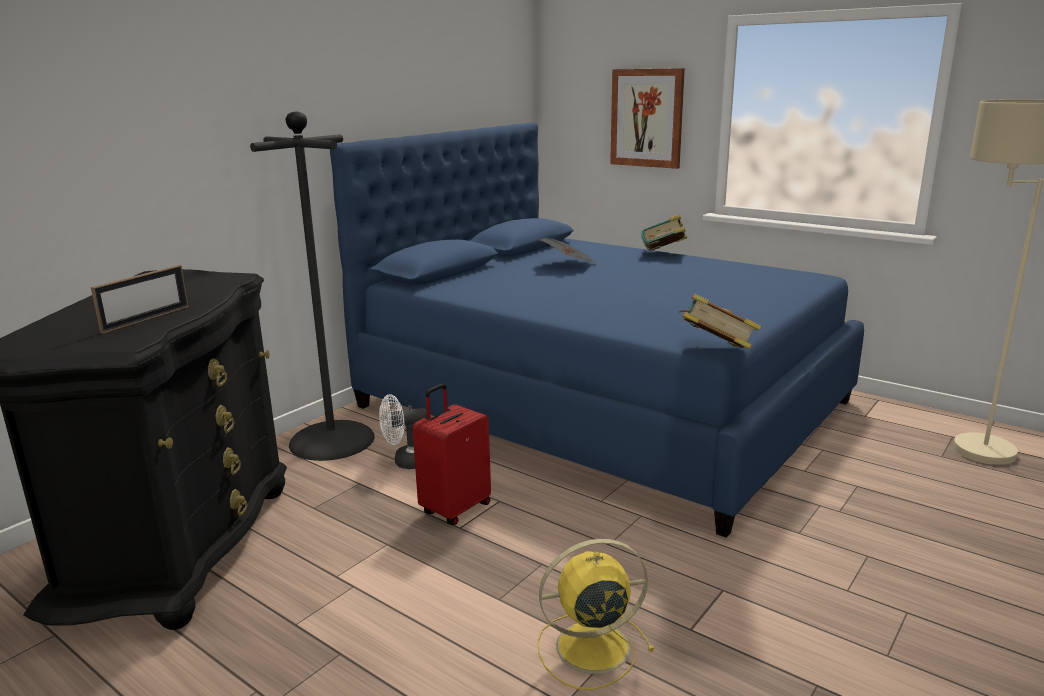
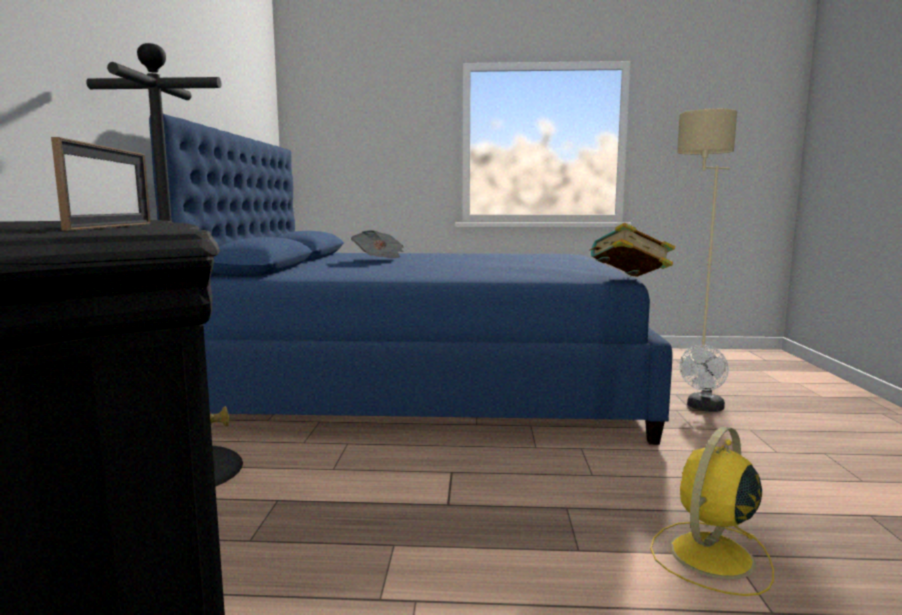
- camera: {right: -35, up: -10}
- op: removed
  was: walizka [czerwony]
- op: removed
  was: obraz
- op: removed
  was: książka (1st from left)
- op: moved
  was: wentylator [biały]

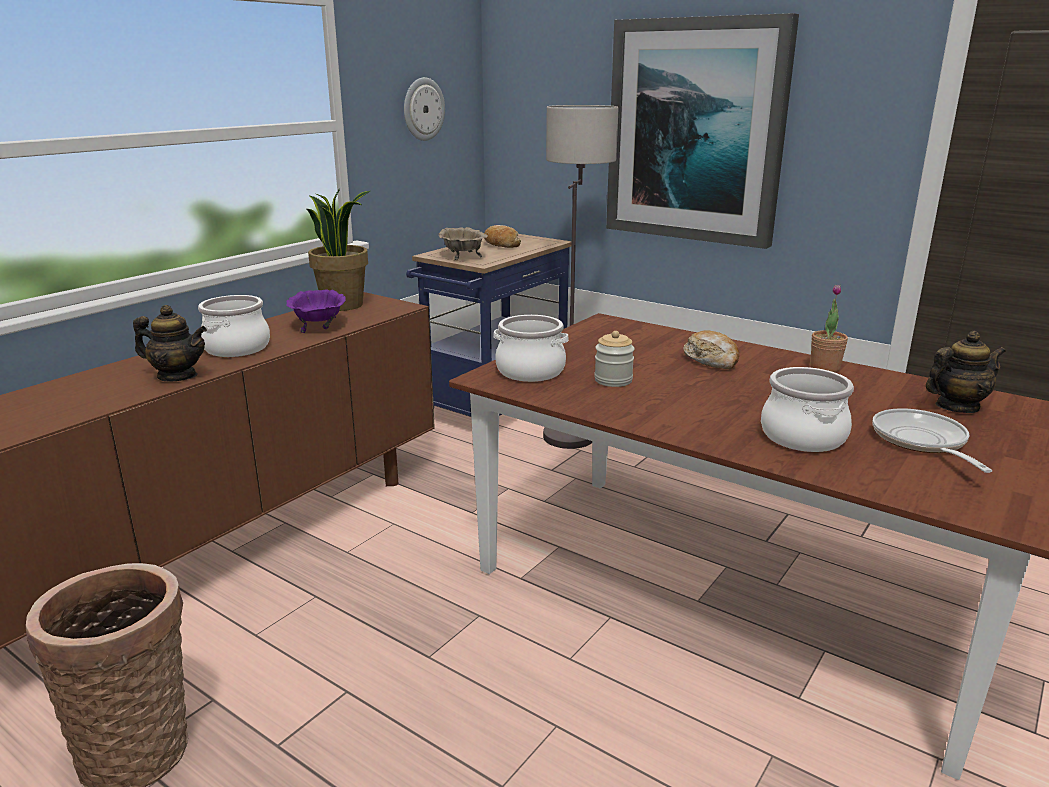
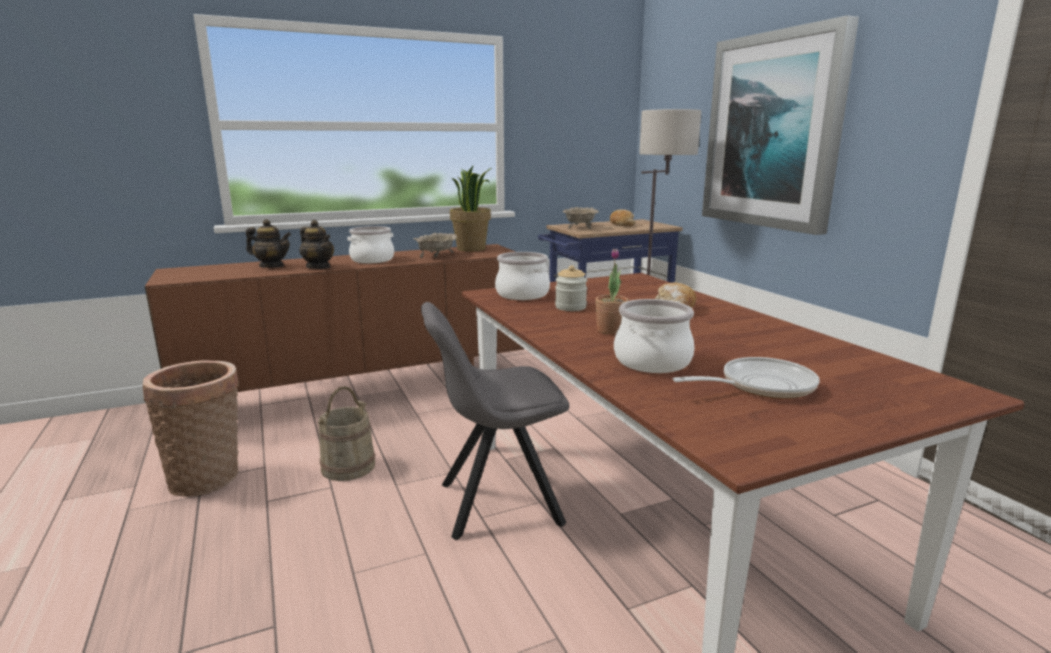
- camera: {right: 30, up: -5}
- op: removed
  was: zegar ścienny
- op: added
  now: wiadro [beżowy]
- op: added
  now: krzesło [szary]
- op: moved
  was: roślina doniczkowa (2nd from left)
- op: moved
  was: imbryk (2nd from left in the first image)
  now: imbryk (1st from left)
- op: recoloured
  was: miska [fioletowy]
  now: miska [beżowy] (1st from left)
- op: turned
  was: patelnia
  clockwise: 45

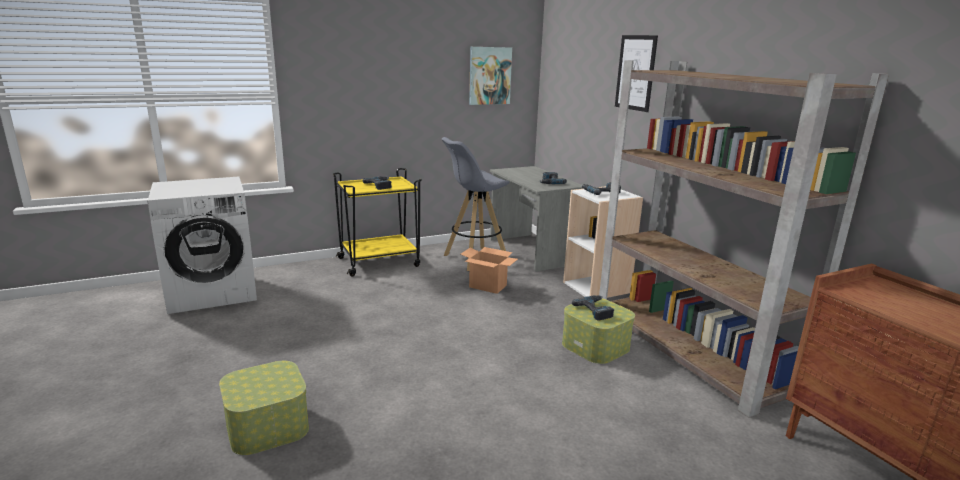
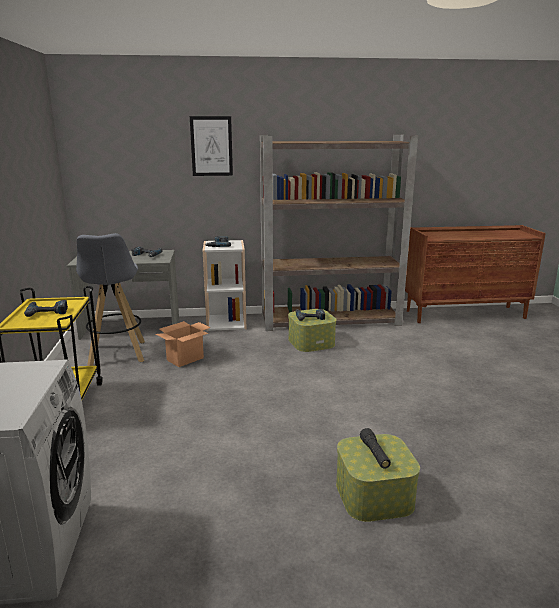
- camera: {right: -70, up: 0}
- op: removed
  was: obraz (1st from left)
- op: added
  now: latarka [czarny]

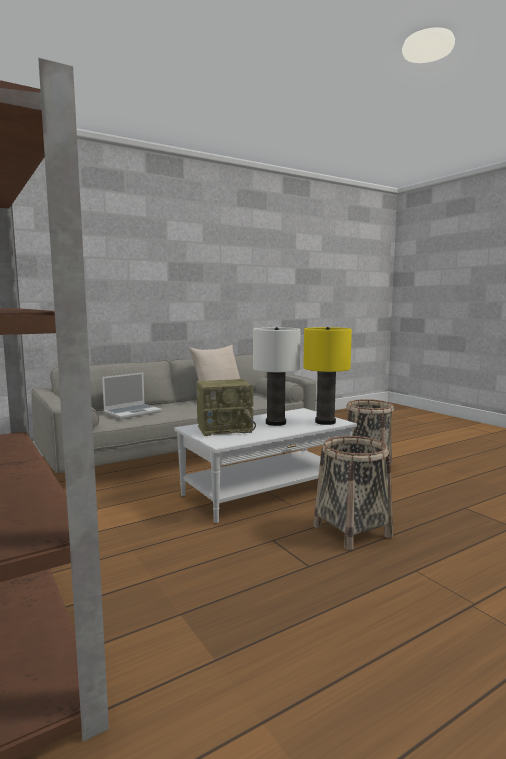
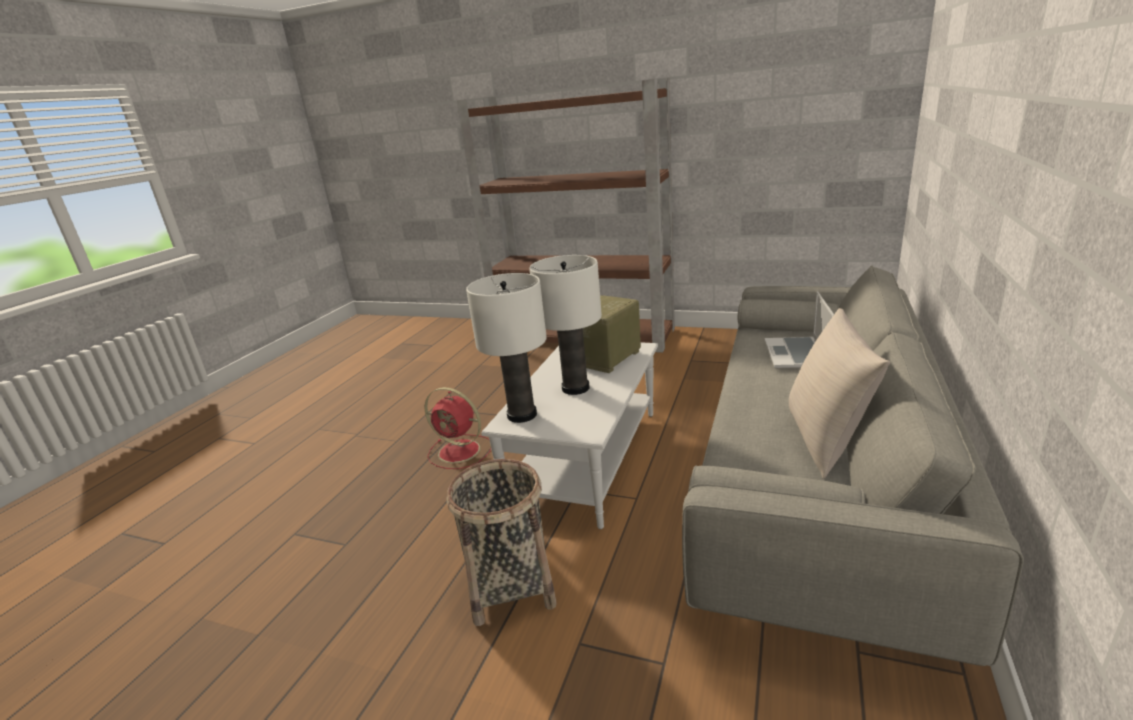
- camera: {right: 145, up: 15}
- op: replaced
  was: koszyk (1st from left)
  now: wentylator [czerwony]
- op: recoloured
  was: lampa stołowa [żółty]
  now: lampa stołowa [biały] (1st from left)

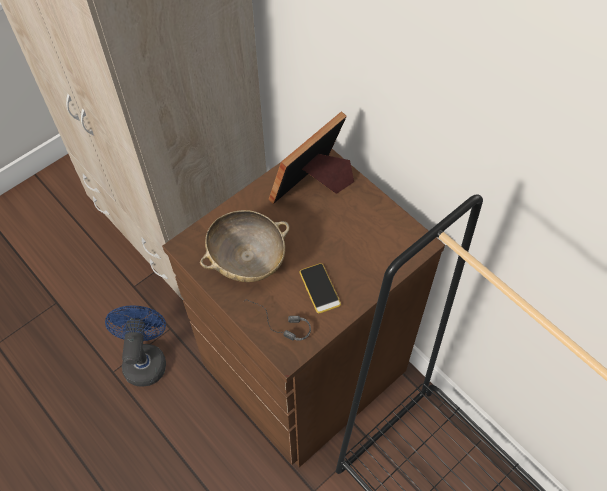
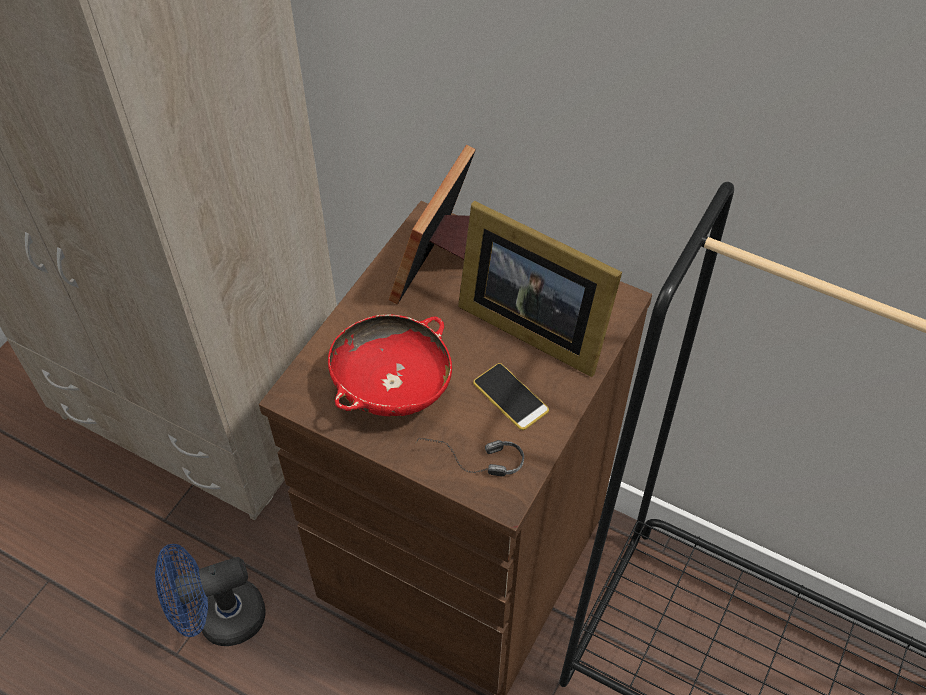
- camera: {right: -20, up: -5}
- op: added
  now: ramka na zdjęcie (2nd from left)
- op: recoloured
  was: miska [beżowy]
  now: miska [czerwony]
- op: turned
  was: wentylator [niebieski]
  clockwise: -90

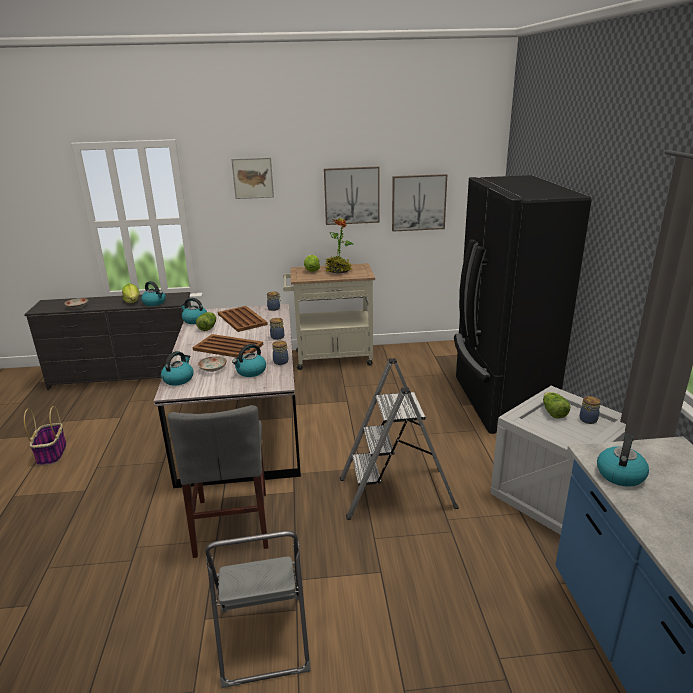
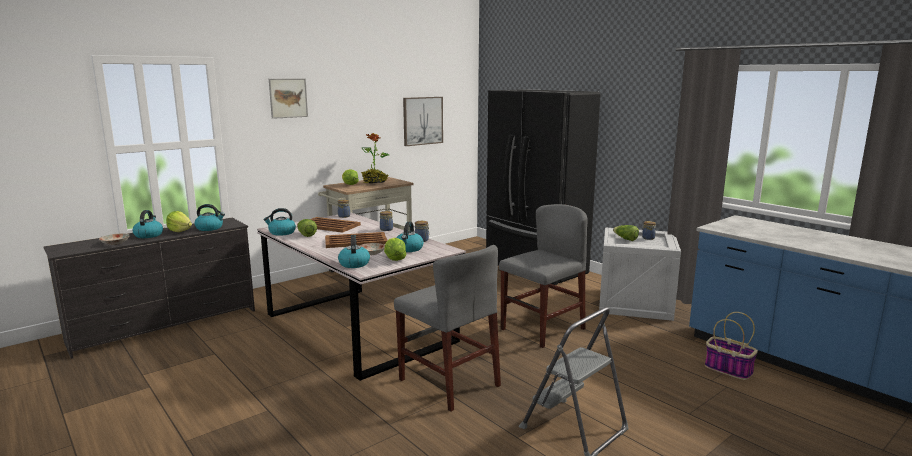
- camera: {right: -35, up: -10}
- op: removed
  was: obraz (2nd from left)
- op: added
  now: sałata (4th from left)
- op: moved
  was: koszyk
- op: moved
  was: czajnik (5th from left in the first image)
  now: czajnik (1st from left)
- op: replaced
  was: drabinka [szary] (2nd from left)
  now: krzesło [szary] (2nd from left)

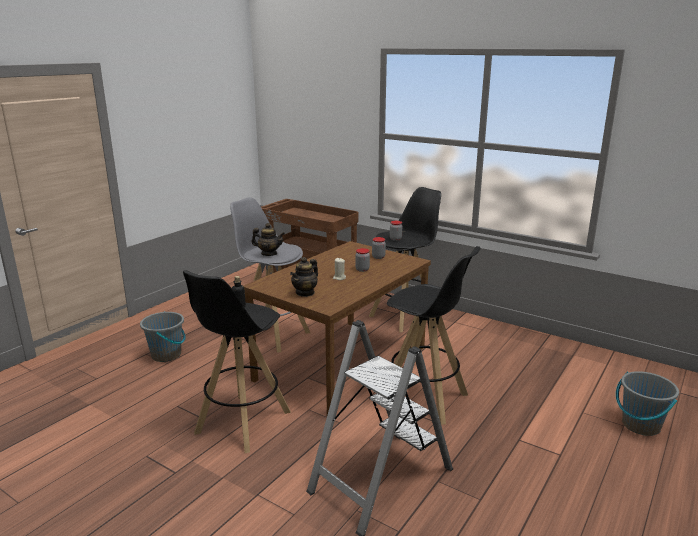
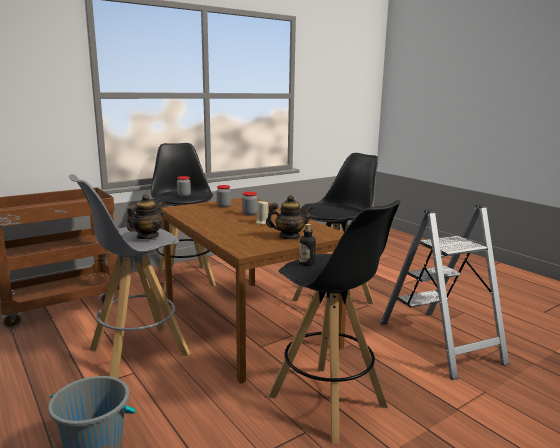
- camera: {right: -70, up: -5}
- op: removed
  was: wiadro [szary] (2nd from left)
- op: turned
  was: imbryk (2nd from left)
  clockwise: -60

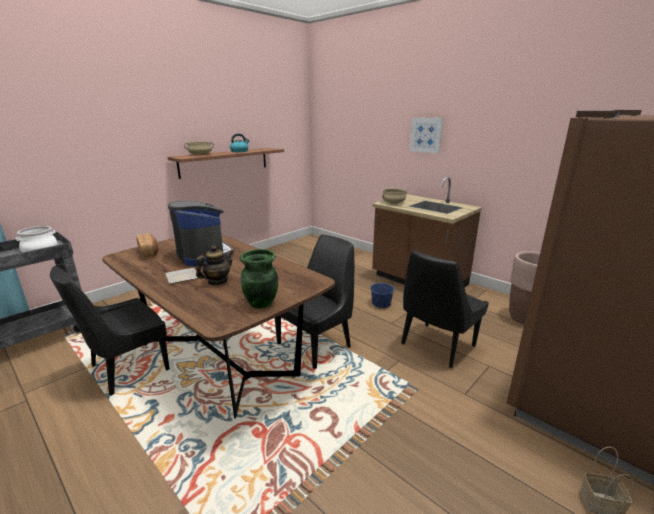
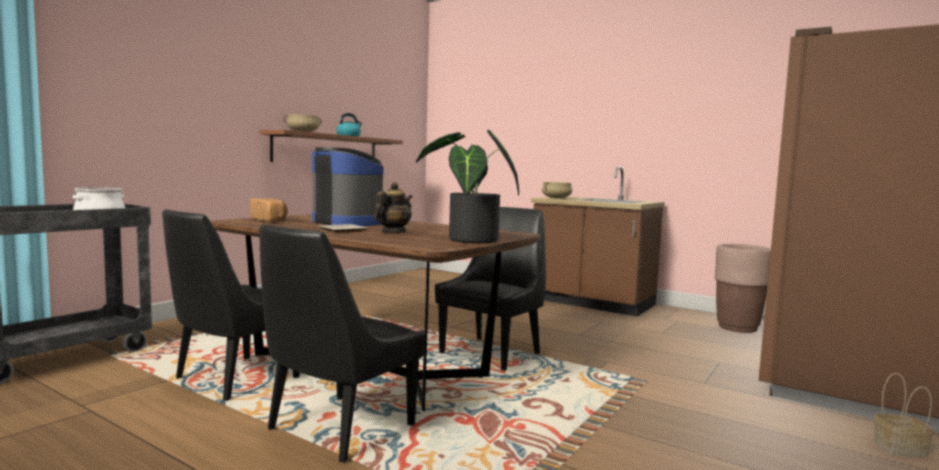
- camera: {right: -10, up: -15}
- op: removed
  was: wiadro [niebieski]
- op: removed
  was: obraz
- op: moved
  was: krzesło [czarny] (3rd from left in the first image)
  now: krzesło [czarny] (2nd from left)
- op: replaced
  was: wazon [zielony]
  now: roślina doniczkowa

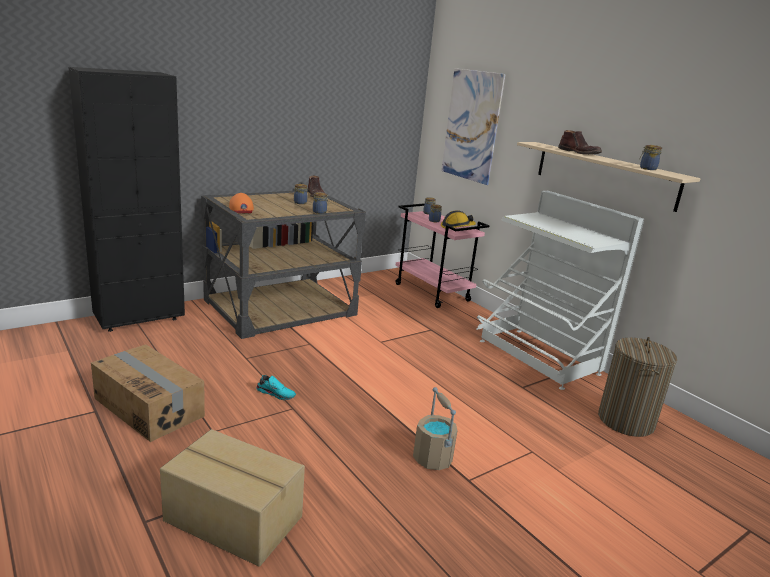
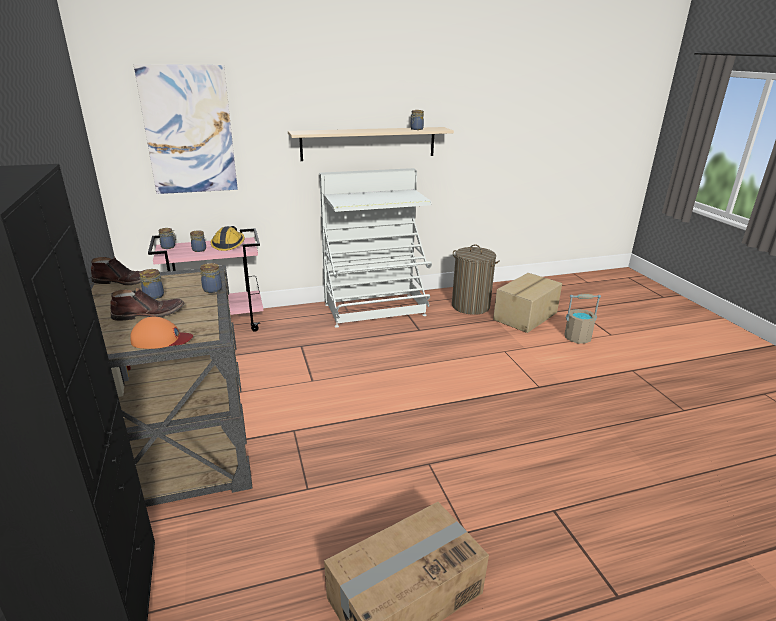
- camera: {right: -70, up: 5}
- op: removed
  was: but [turkusowy]
- op: moved
  was: karton (2nd from left)
- op: moved
  was: wiadro [beżowy]
- op: moved
  was: but z cholewką [brązowy] (2nd from left)

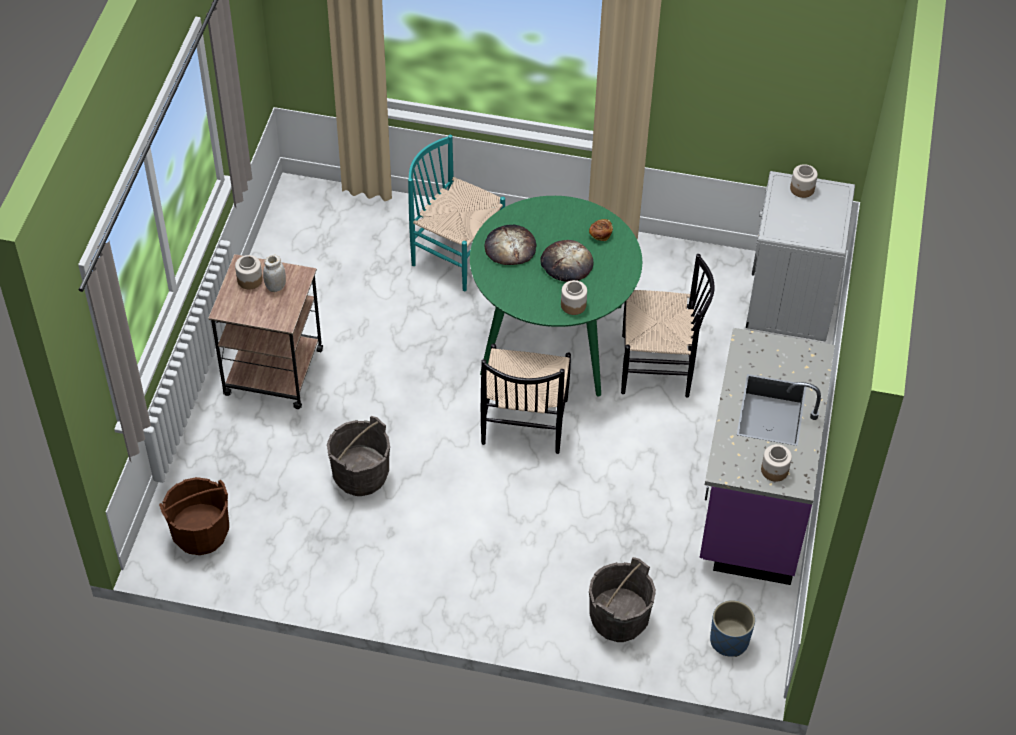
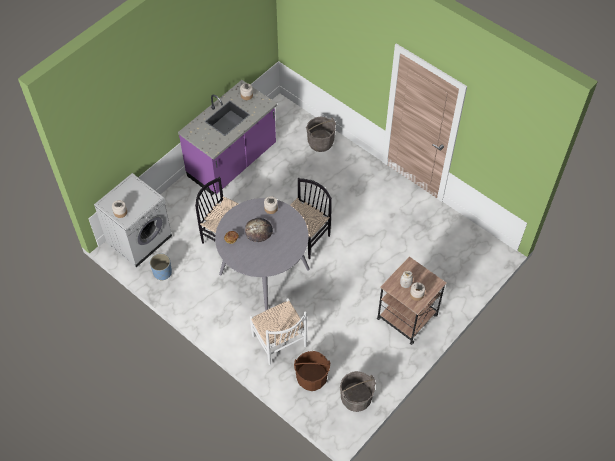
- camera: {right: -150, up: 5}
- op: removed
  was: chleb (1st from left)
- op: moved
  was: wiadro [brązowy]
- op: moved
  was: wiadro [szary] (1st from left in the first image)
  now: wiadro [szary] (2nd from left)
- op: moved
  was: donica [niebieski]
- op: recoloured
  was: krzesło [turkusowy]
  now: krzesło [biały]
- op: recoloured
  was: stół jadalny [zielony]
  now: stół jadalny [szary]

